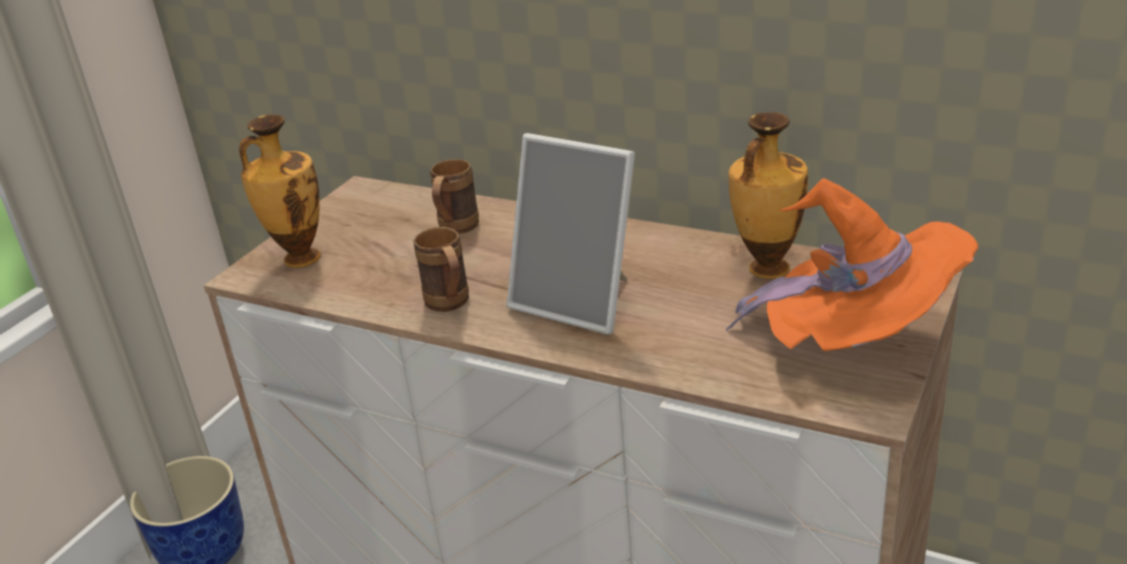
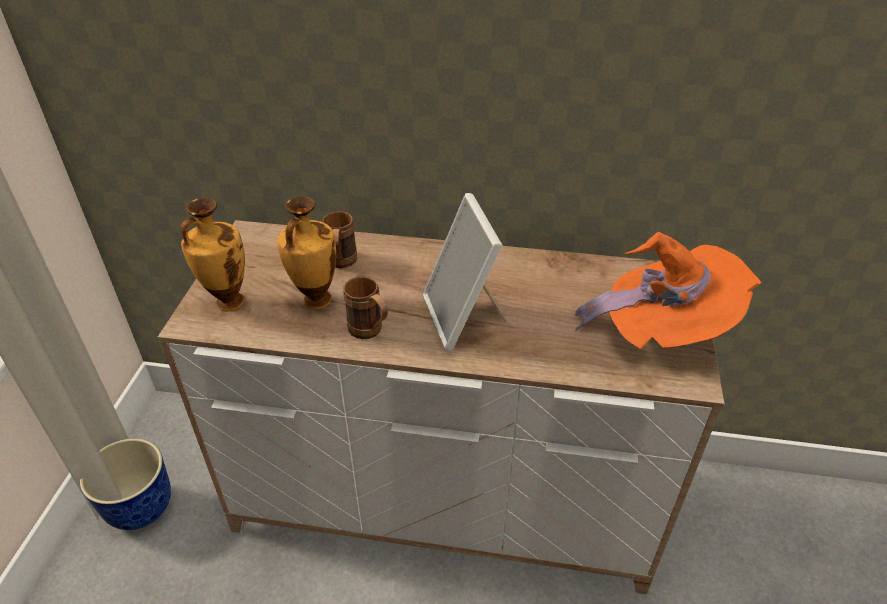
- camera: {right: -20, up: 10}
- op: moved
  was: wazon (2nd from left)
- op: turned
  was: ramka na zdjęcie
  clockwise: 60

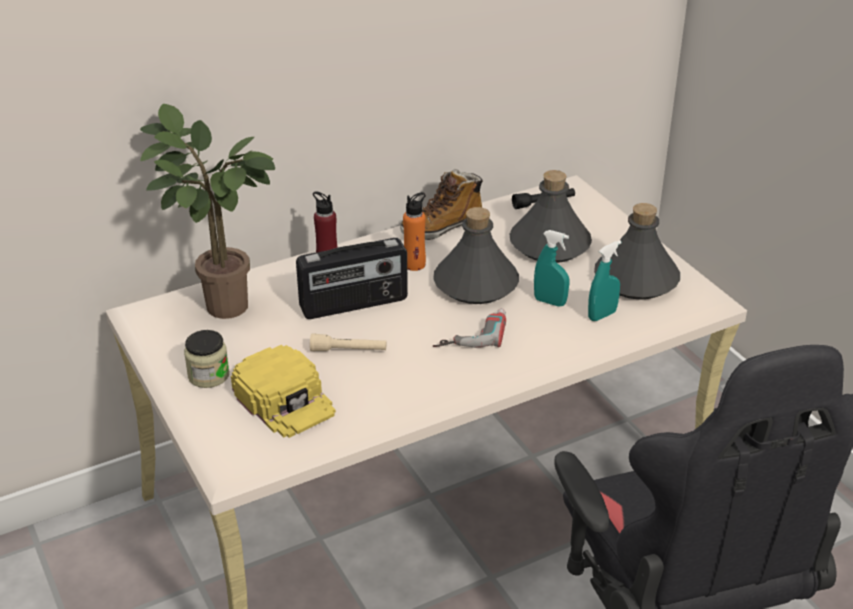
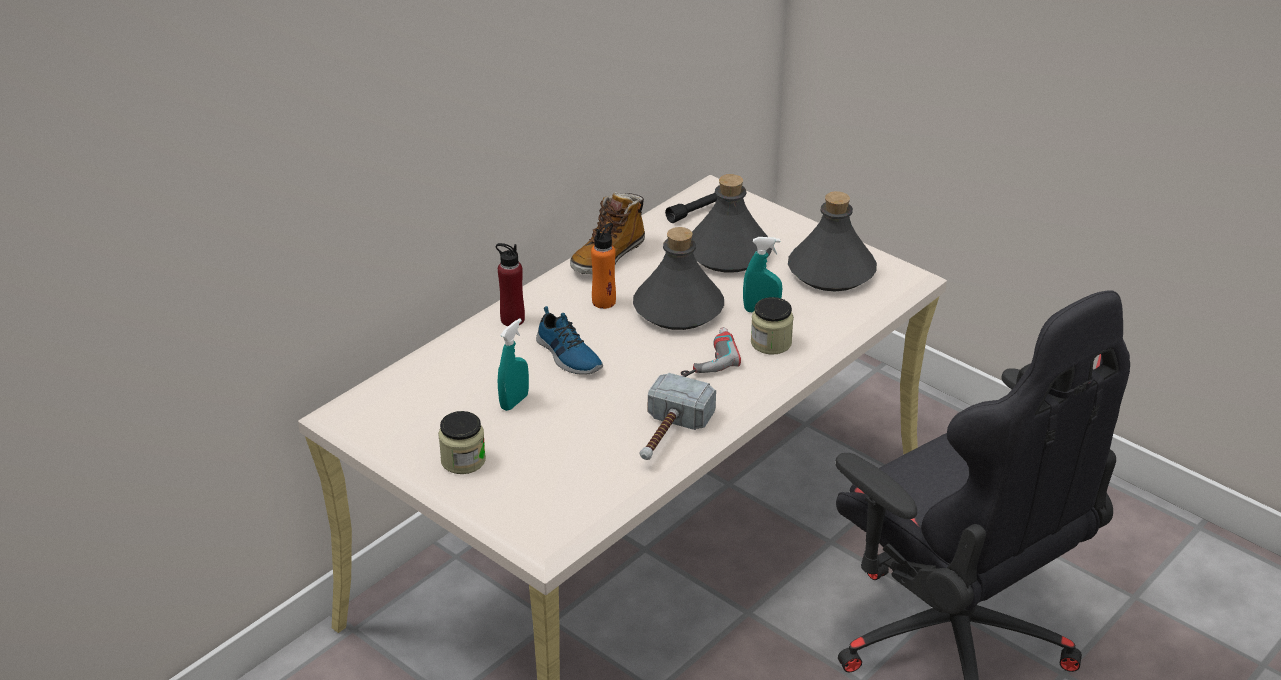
- camera: {right: -20, up: 0}
- op: removed
  was: roślina doniczkowa
- op: removed
  was: czapka z daszkiem [żółty]
- op: removed
  was: latarka [beżowy]
- op: added
  now: młotek
- op: added
  now: słoik (2nd from left)
- op: moved
  was: spryskiwacz [turkusowy] (2nd from left in the first image)
  now: spryskiwacz [turkusowy] (1st from left)
- op: replaced
  was: radio
  now: but

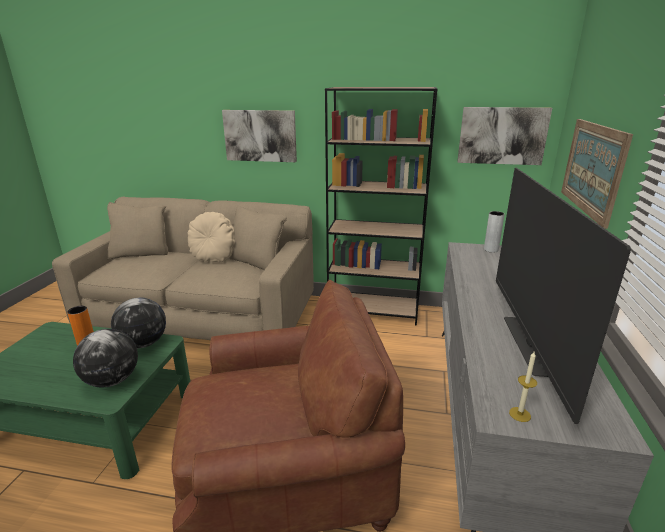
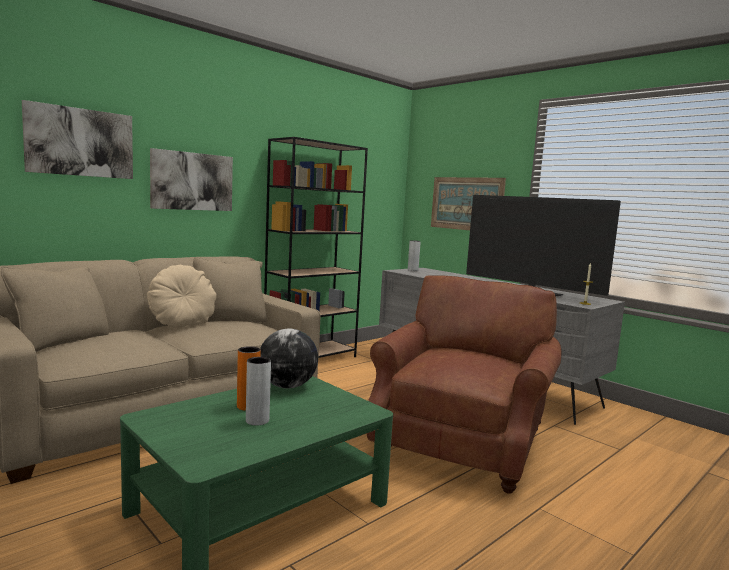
- camera: {right: -55, up: -15}
- op: removed
  was: globus (1st from left)
- op: added
  now: wazon [szary] (1st from left)
- op: moved
  was: obraz (2nd from left in the first image)
  now: obraz (1st from left)

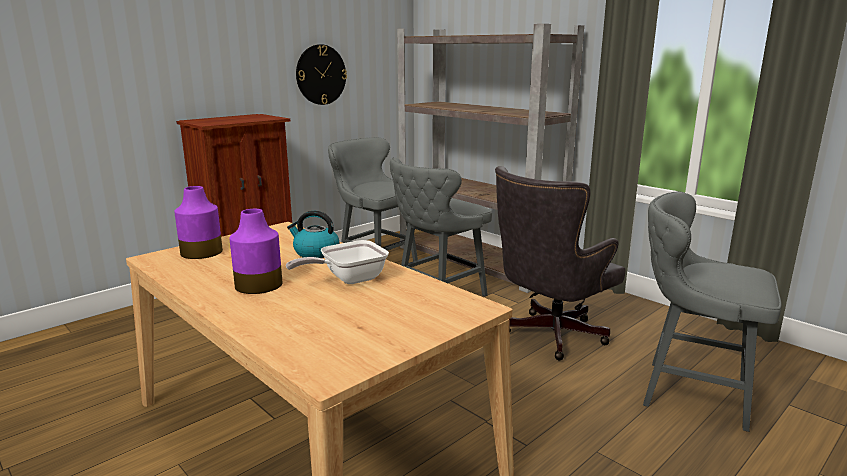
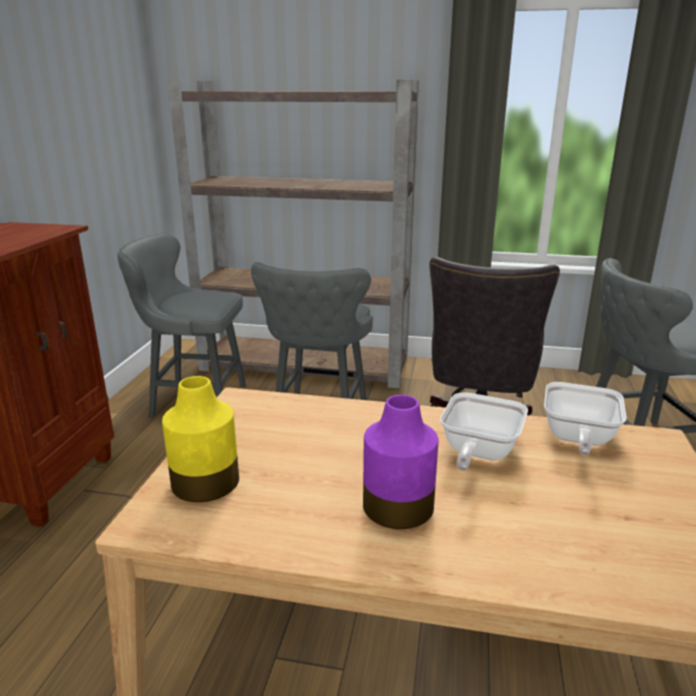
- camera: {right: -35, up: 5}
- op: removed
  was: czajnik
- op: removed
  was: zegar ścienny
- op: added
  now: patelnia (2nd from left)
- op: recoloured
  was: wazon [fioletowy] (1st from left)
  now: wazon [żółty]

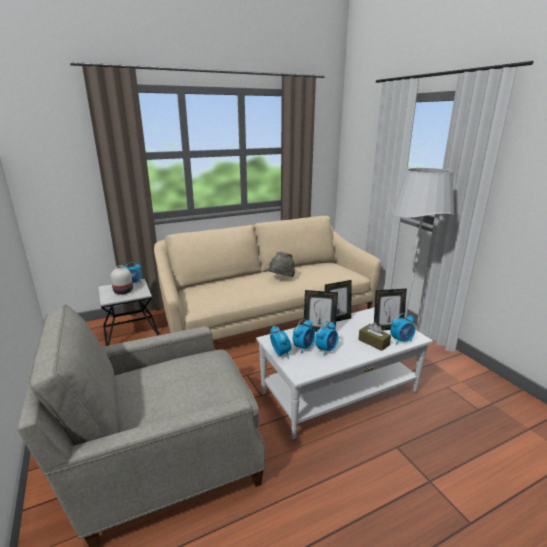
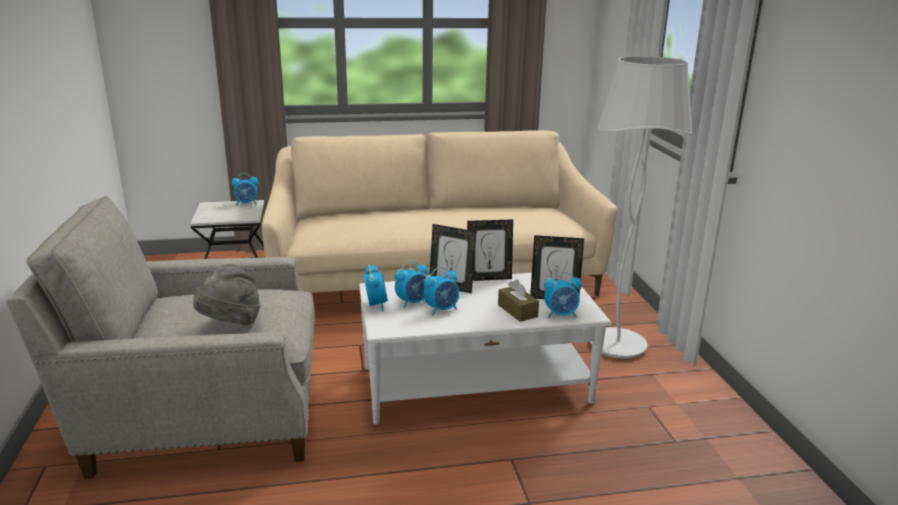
- camera: {right: 15, up: 0}
- op: removed
  was: wazon [biały]
- op: moved
  was: kapelusz [szary]

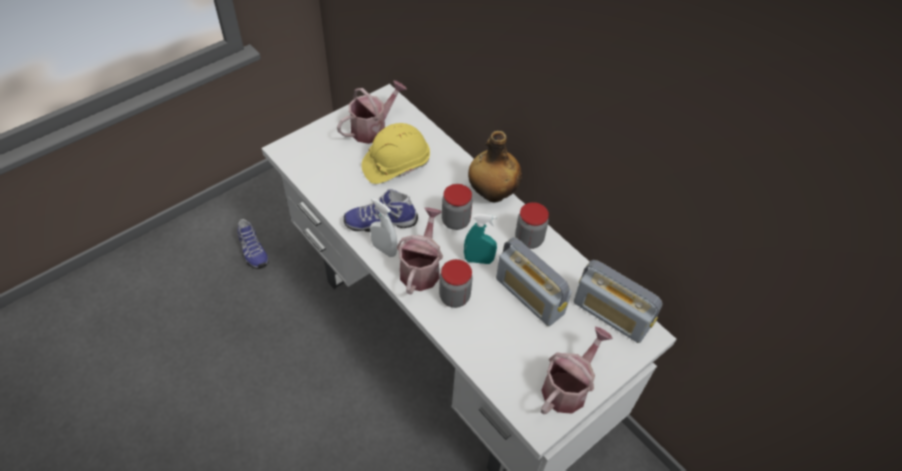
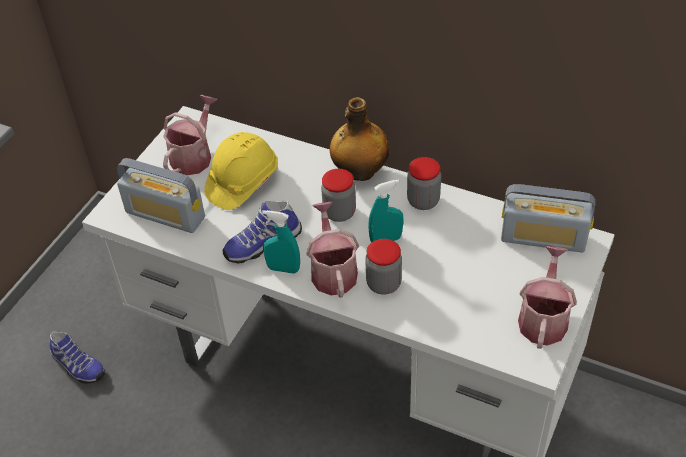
- camera: {right: -20, up: -5}
- op: moved
  was: radio (1st from left)
- op: recoloured
  was: spryskiwacz [biały]
  now: spryskiwacz [turkusowy] (1st from left)

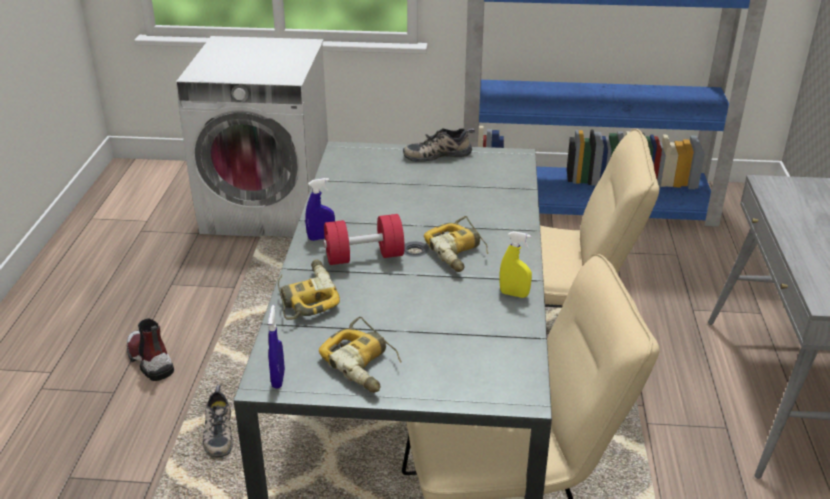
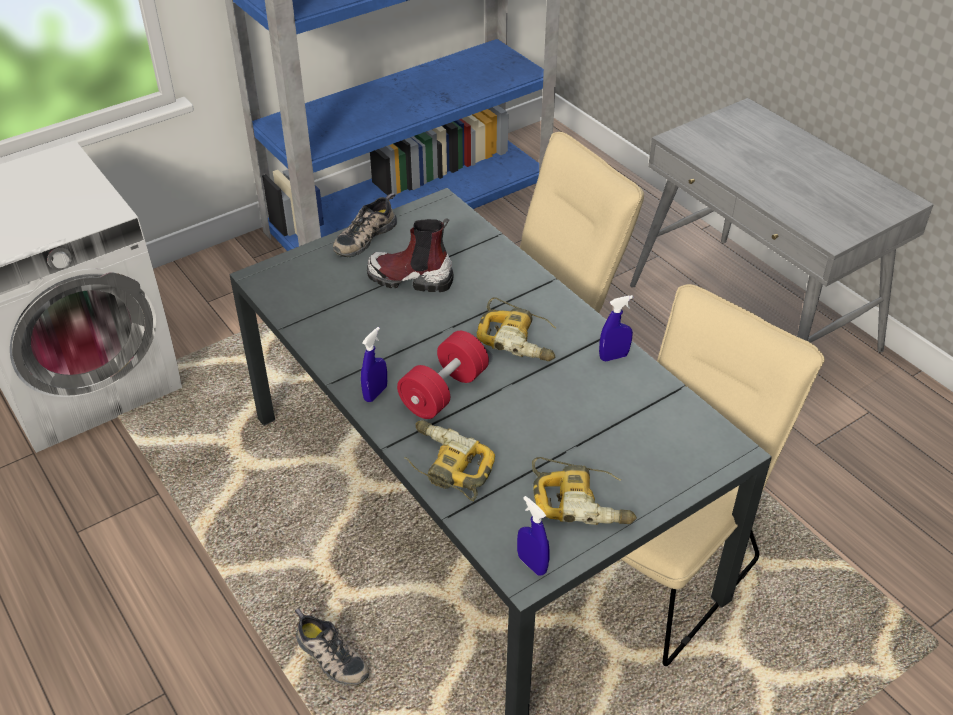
- camera: {right: -40, up: 10}
- op: moved
  was: but z cholewką
- op: recoloured
  was: spryskiwacz [żółty]
  now: spryskiwacz [niebieski] (3rd from left)

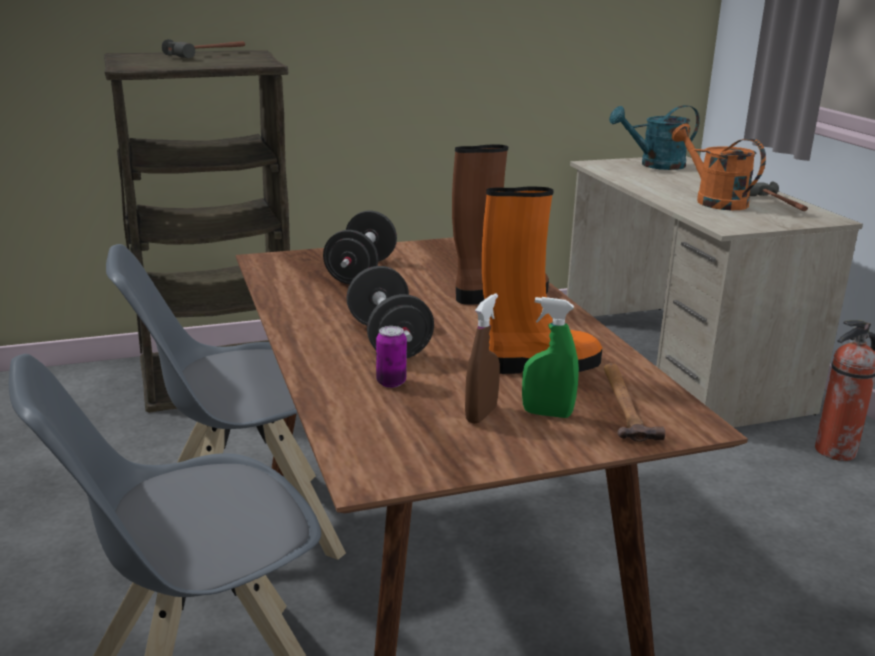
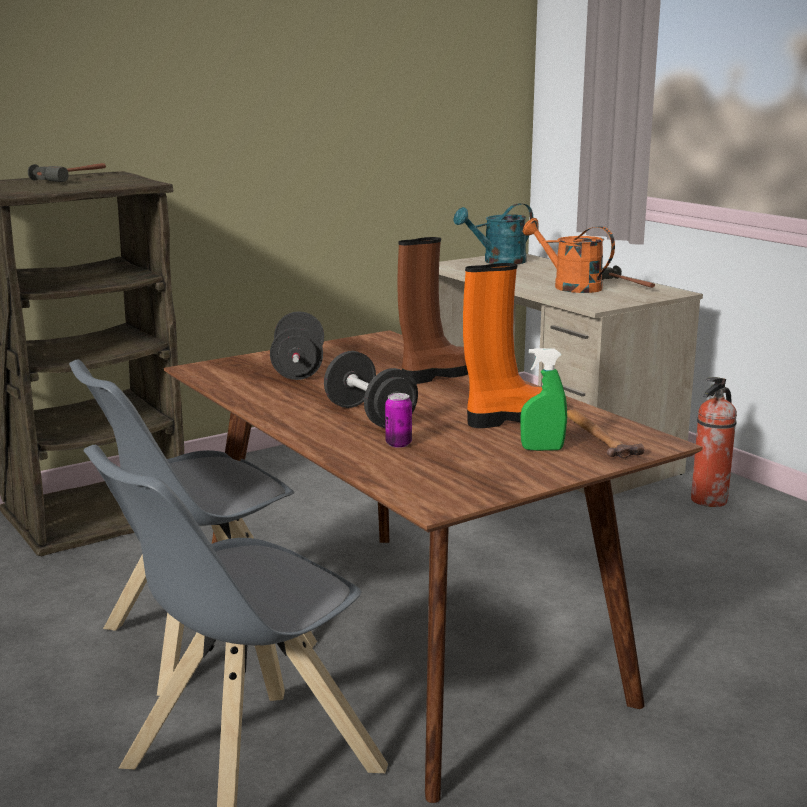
- camera: {right: -15, up: -5}
- op: removed
  was: spryskiwacz [brązowy]

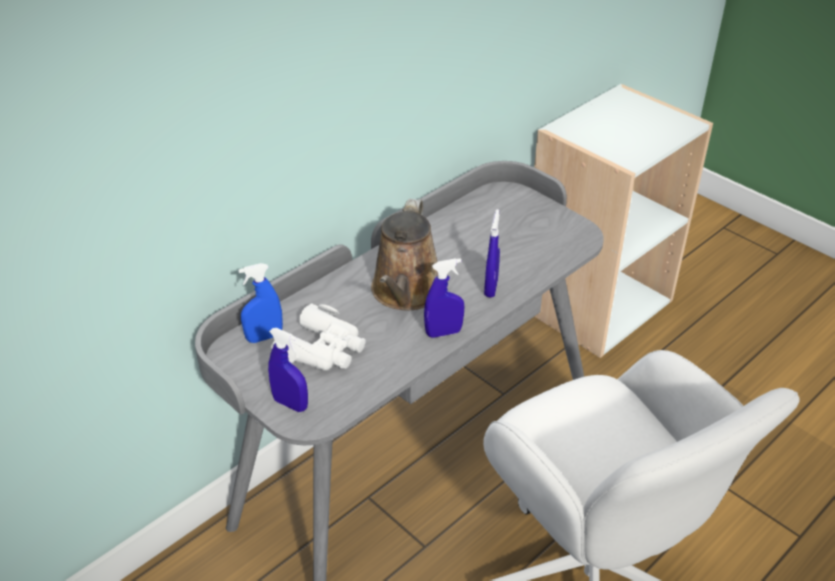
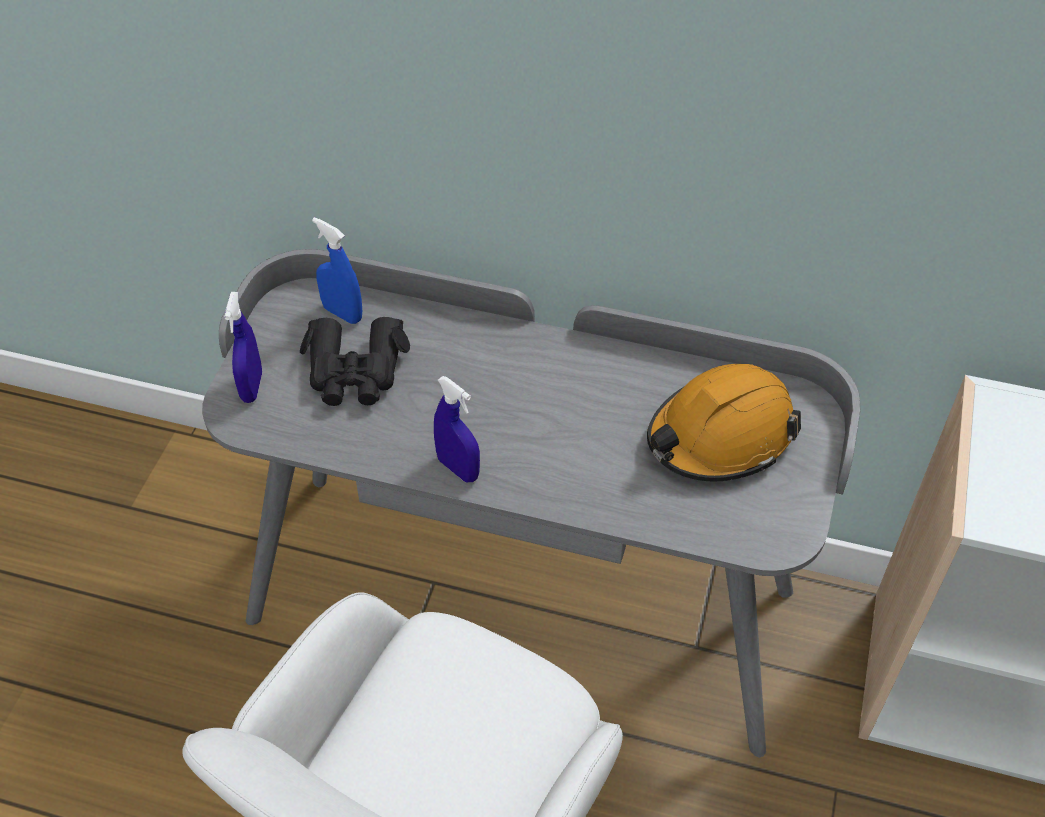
- camera: {right: 60, up: 10}
- op: removed
  was: konewka [brązowy]
- op: removed
  was: spryskiwacz [niebieski] (4th from left)
- op: added
  now: kask [pomarańczowy]
- op: recoloured
  was: lornetka [biały]
  now: lornetka [czarny]

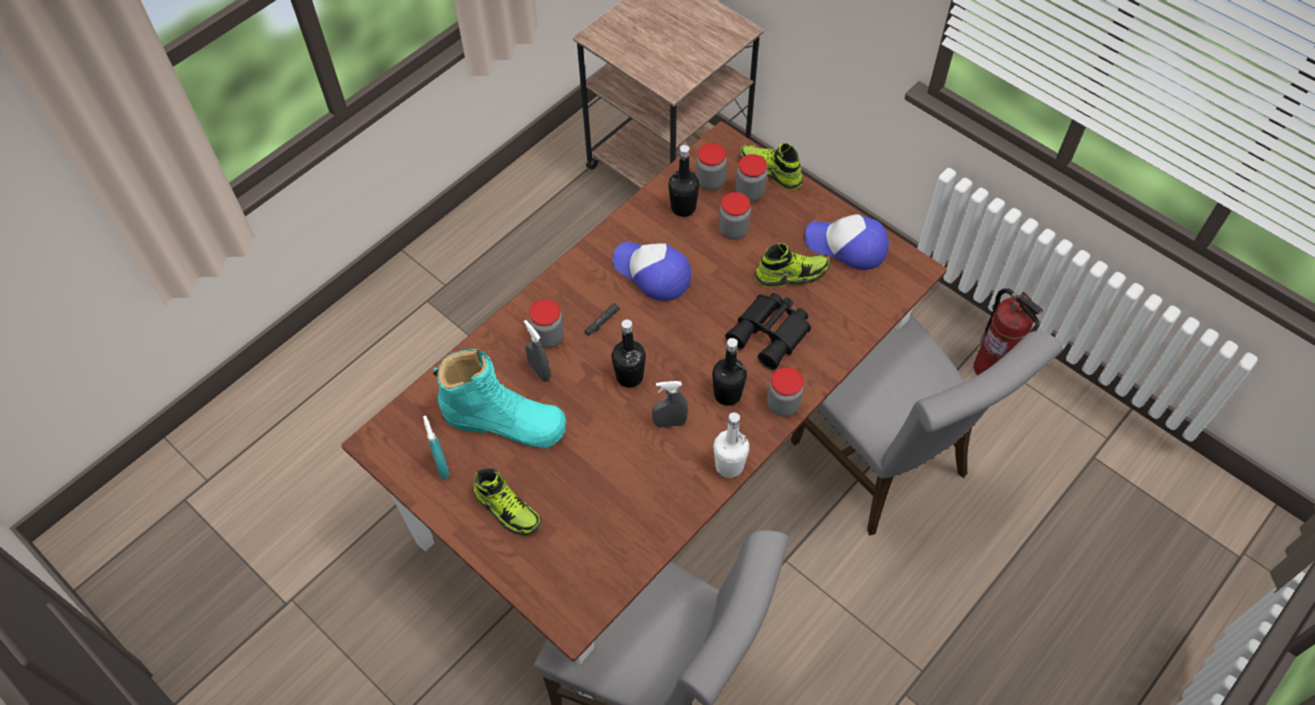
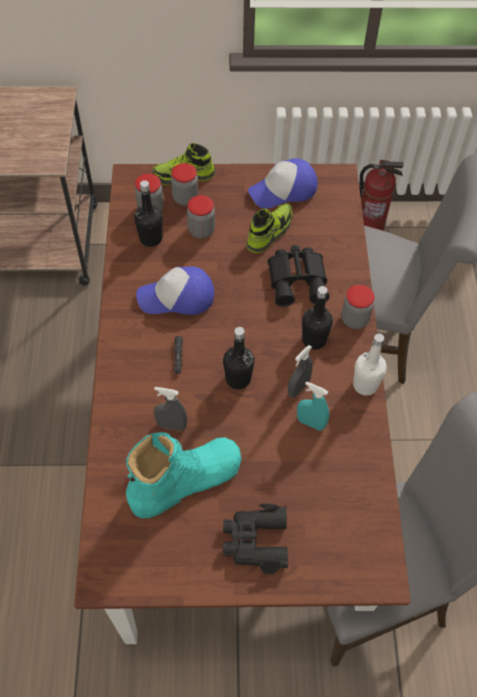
- camera: {right: -45, up: 0}
- op: removed
  was: słoik (1st from left)
- op: moved
  was: spryskiwacz [turkusowy]
- op: replaced
  was: but (1st from left)
  now: lornetka [czarny] (1st from left)

